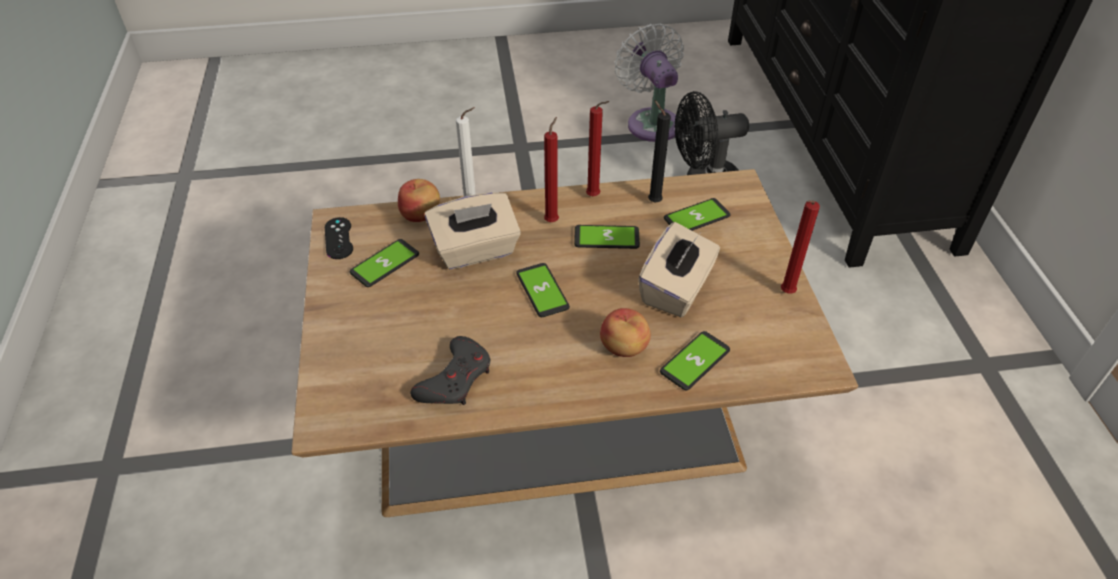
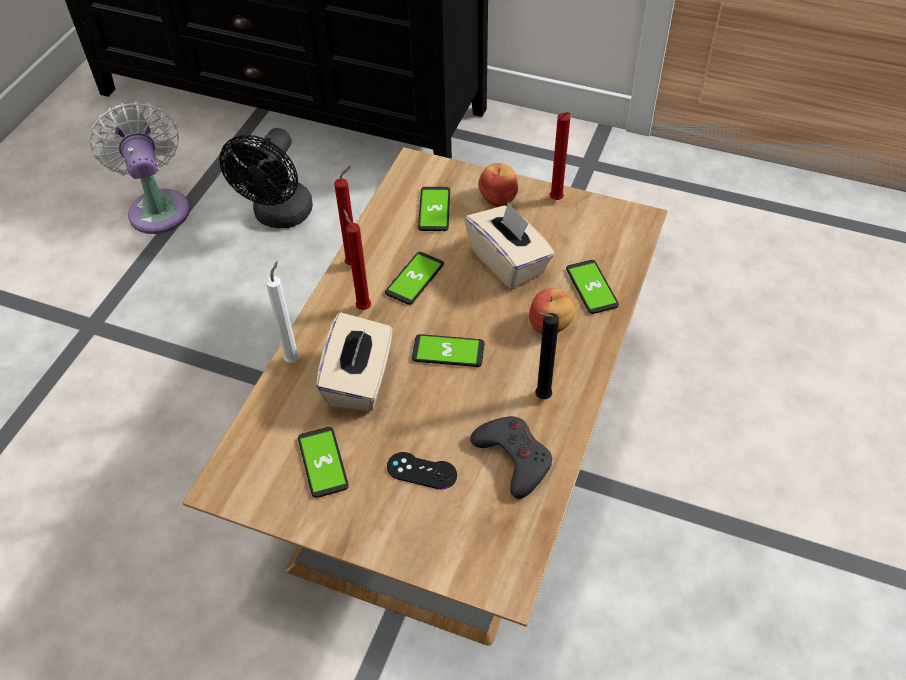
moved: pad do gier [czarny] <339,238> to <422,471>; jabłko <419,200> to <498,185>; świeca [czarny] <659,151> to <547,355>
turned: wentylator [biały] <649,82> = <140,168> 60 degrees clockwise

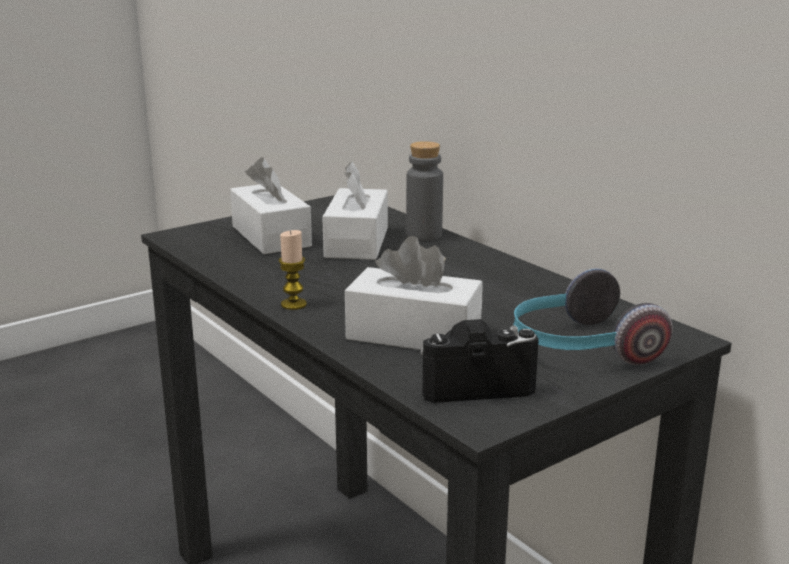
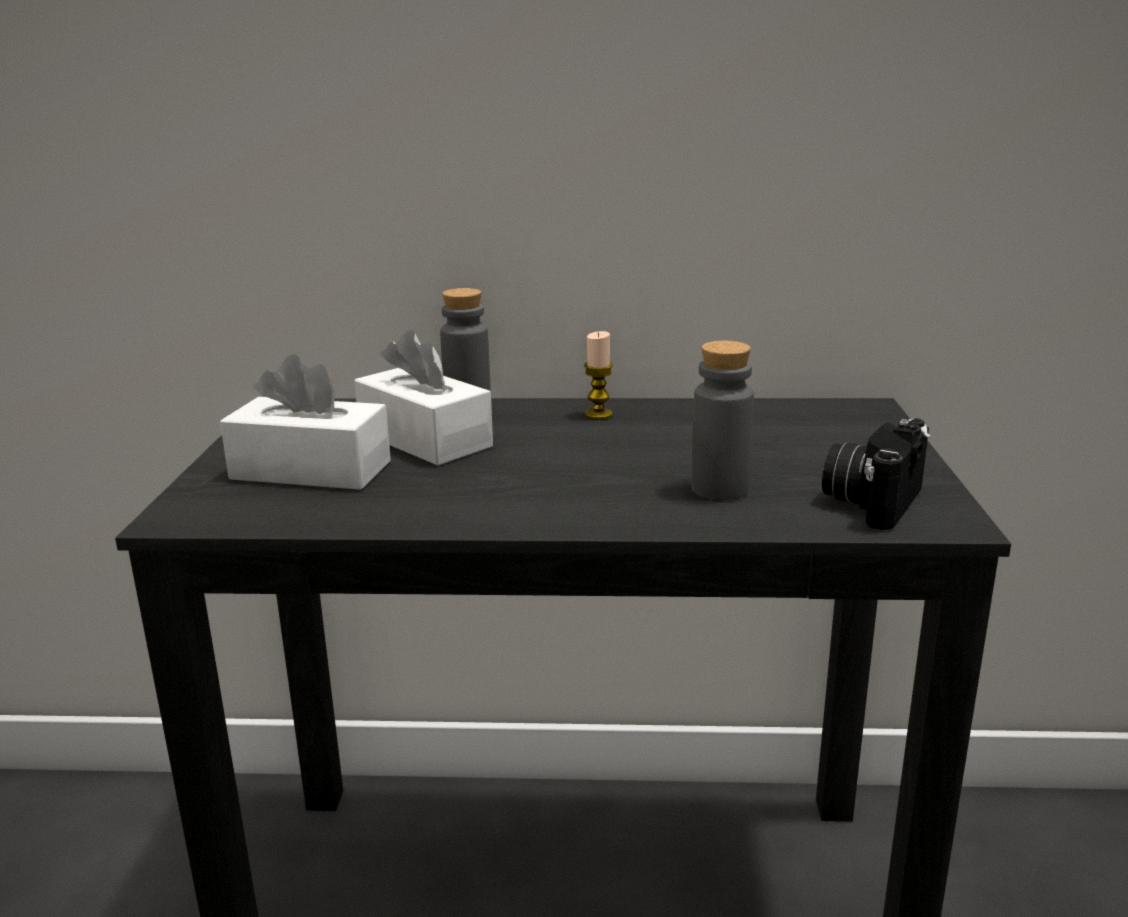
removed: słuchawki <593,317>
moved: świeca <293,270> to <598,375>
replaced: pudełko chusteczek [biały] <414,293> to butelka [szary] <722,420>

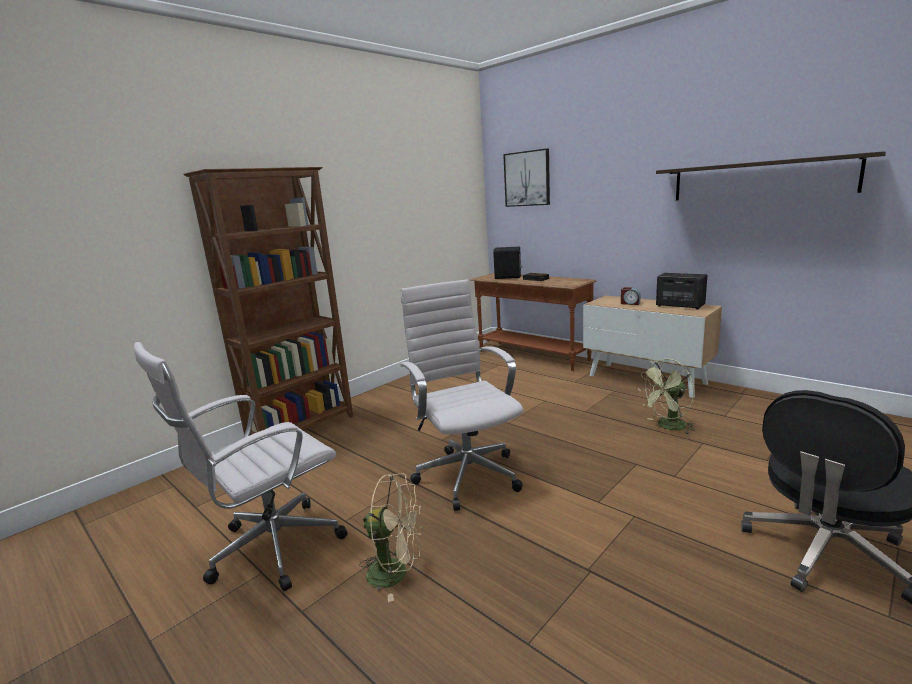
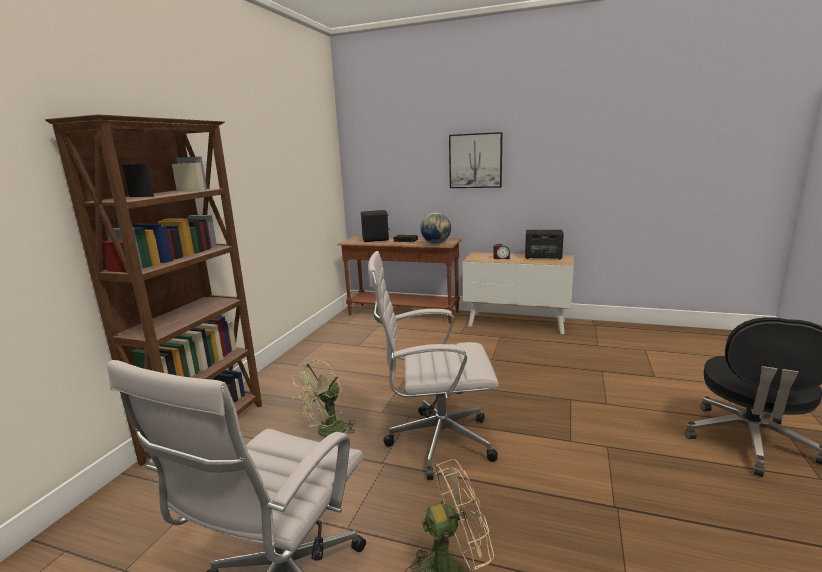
removed: półka <771,175>
added: globus <436,228>
moved: wentylator [zielony] <667,397> to <323,398>; obraz <526,177> to <475,160>
turned: krzesło biurowe [biały] <462,395> = <433,365> 45 degrees counterclockwise

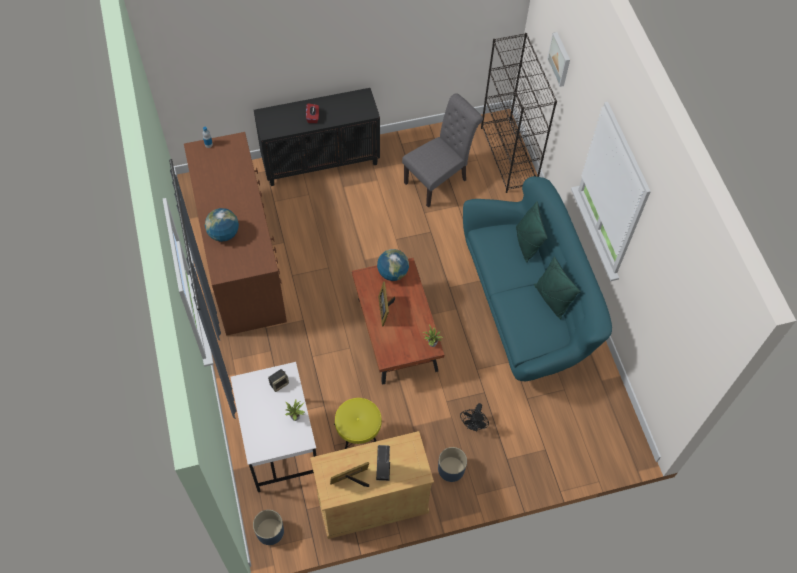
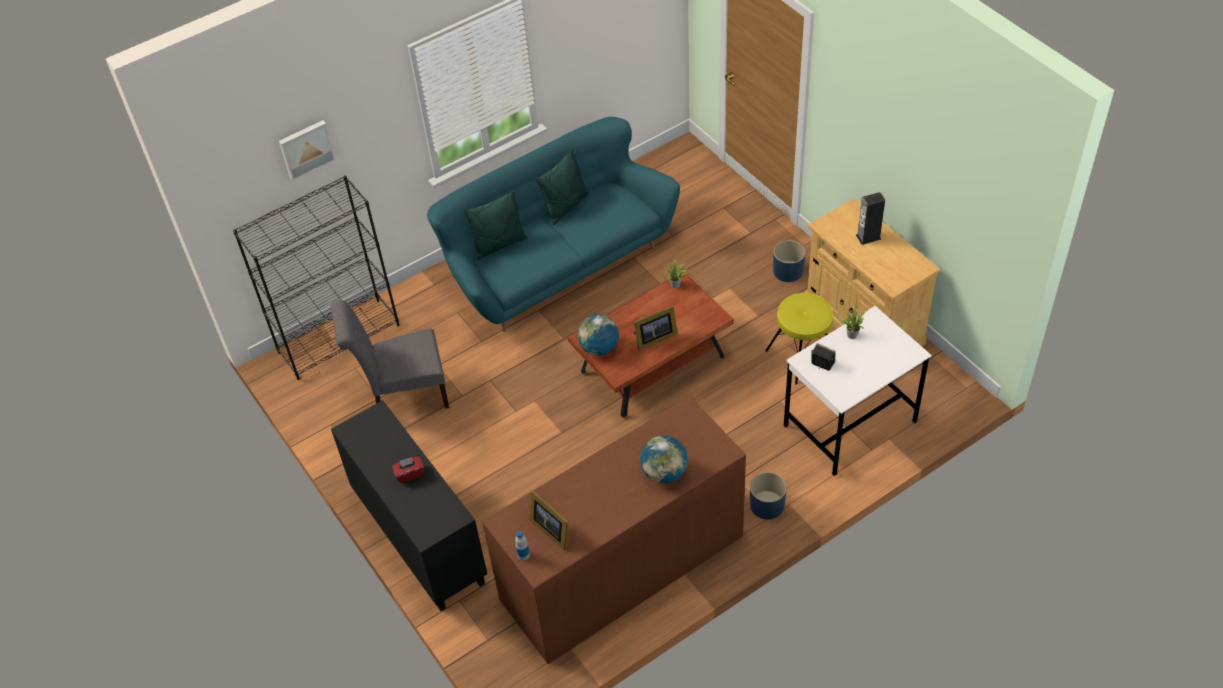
removed: wentylator [czarny] <474,417>
moved: ramka na zdjęcie <349,474> to <548,520>; donica [niebieski] <268,527> to <768,496>
turned: krzesło [szary] <442,150> = <389,354> 45 degrees counterclockwise

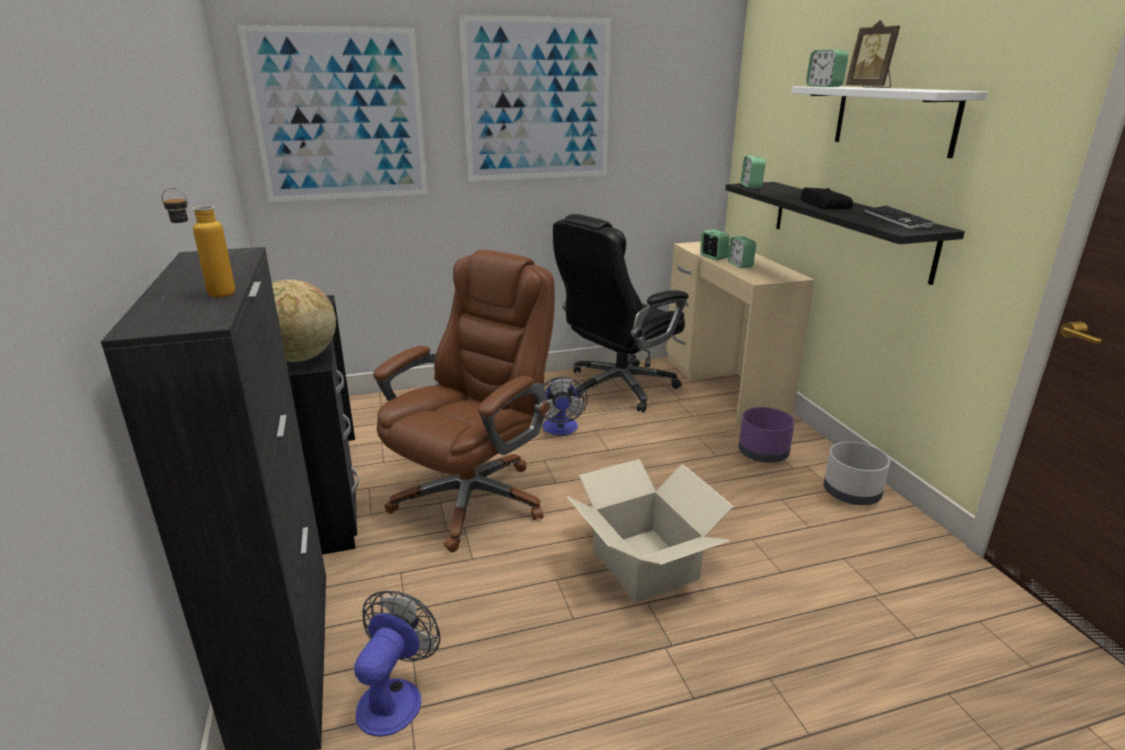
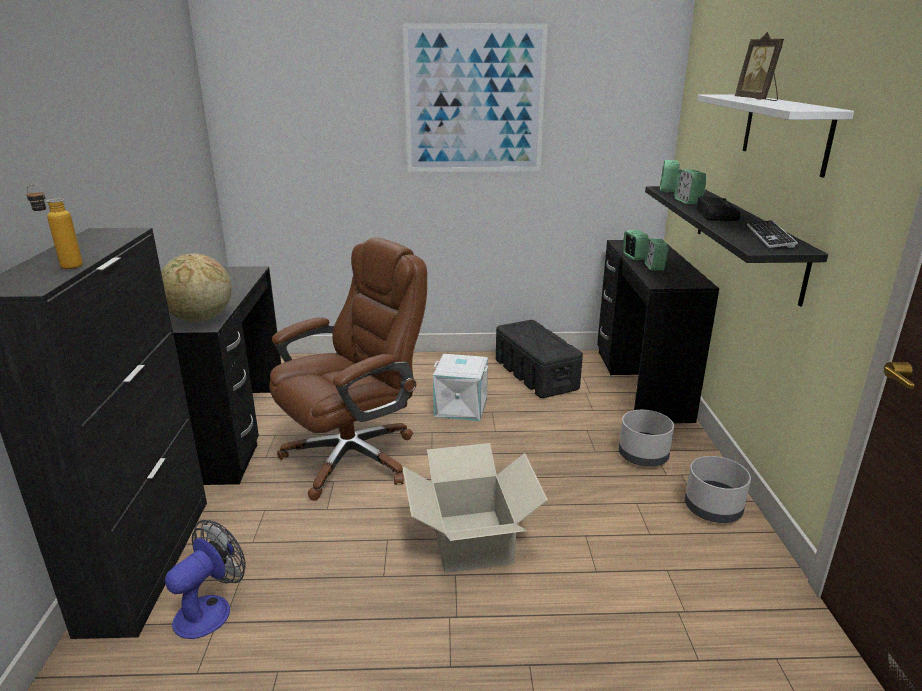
removed: obraz <333,113>
moved: budzik <827,68> to <690,186>
replaced: wentylator <565,406> to pojemnik do przechowywania [biały] <460,387>; krzesło biurowe [czarny] <621,313> to pojemnik do przechowywania [czarny] <539,359>
recoloured: biurko [beżowy] <740,333> to biurko [czarny] <658,331>; donica [fioletowy] <766,435> to donica [szary] <646,438>

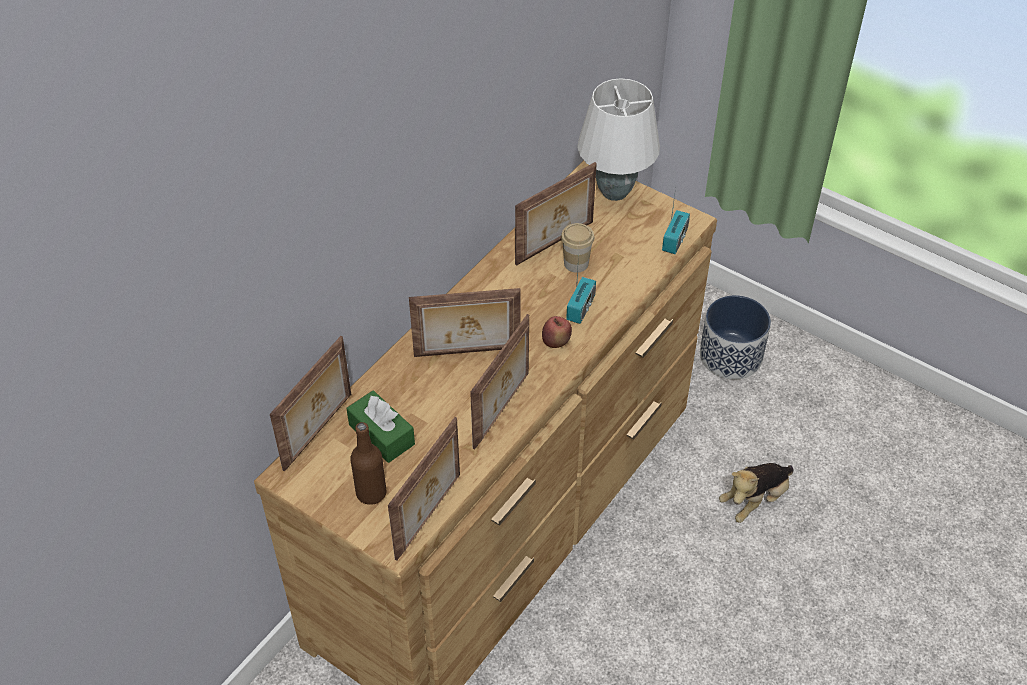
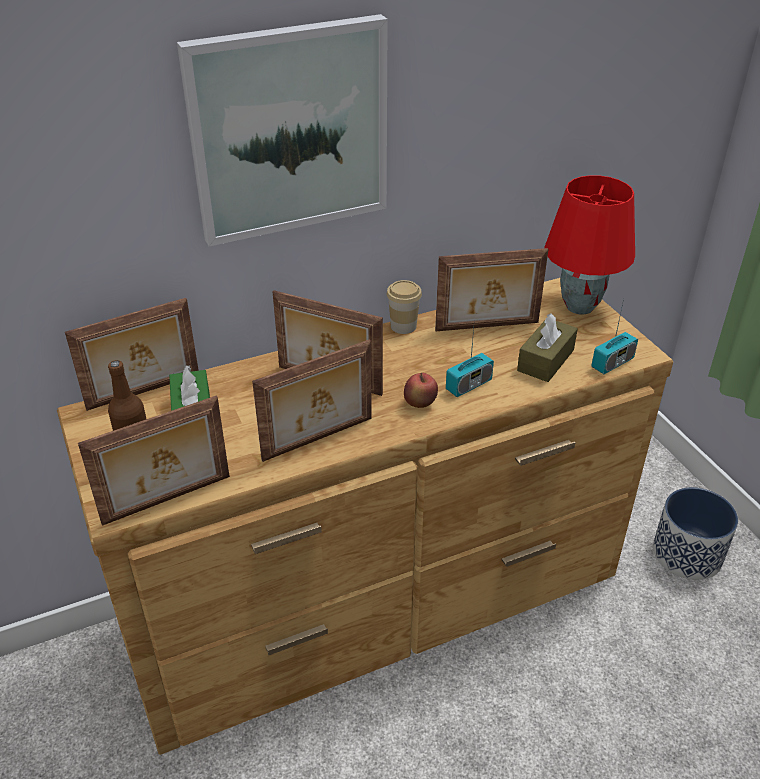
removed: pluszak <756,493>
added: obraz <282,130>; pudełko chusteczek [brązowy] <547,347>
moved: filiżanka <577,248> to <404,307>
recoloured: lampa stołowa [biały] <618,139> to lampa stołowa [czerwony] <589,245>

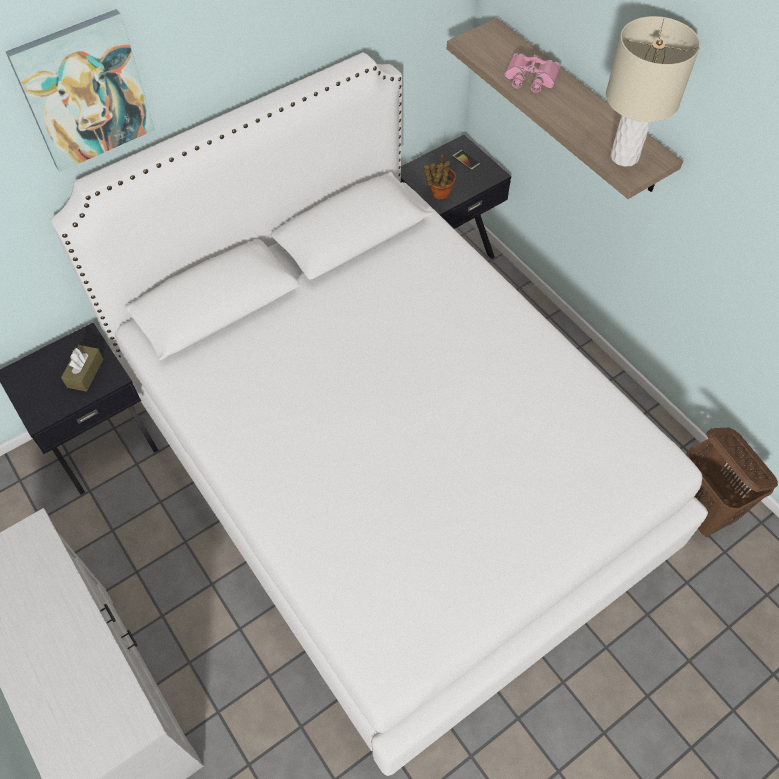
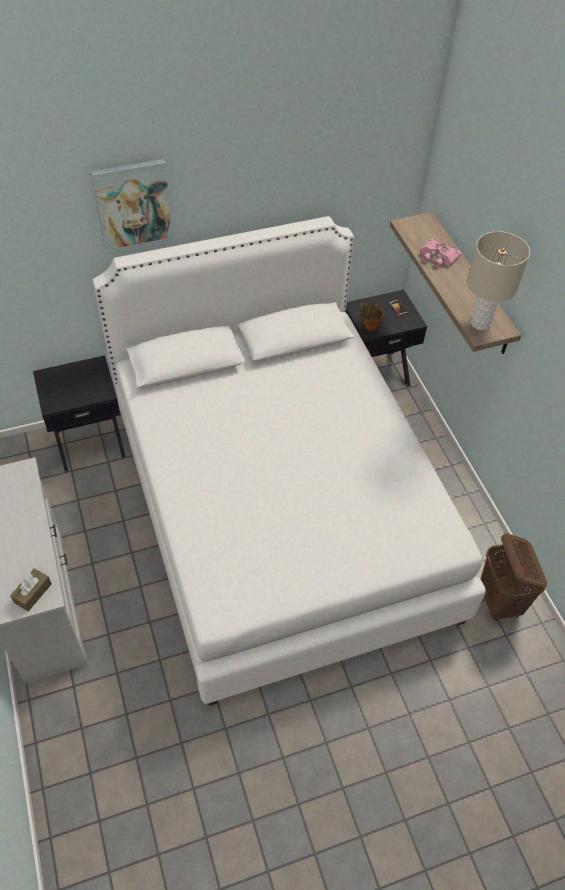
moved: pudełko chusteczek [brązowy] <82,368> to <31,589>

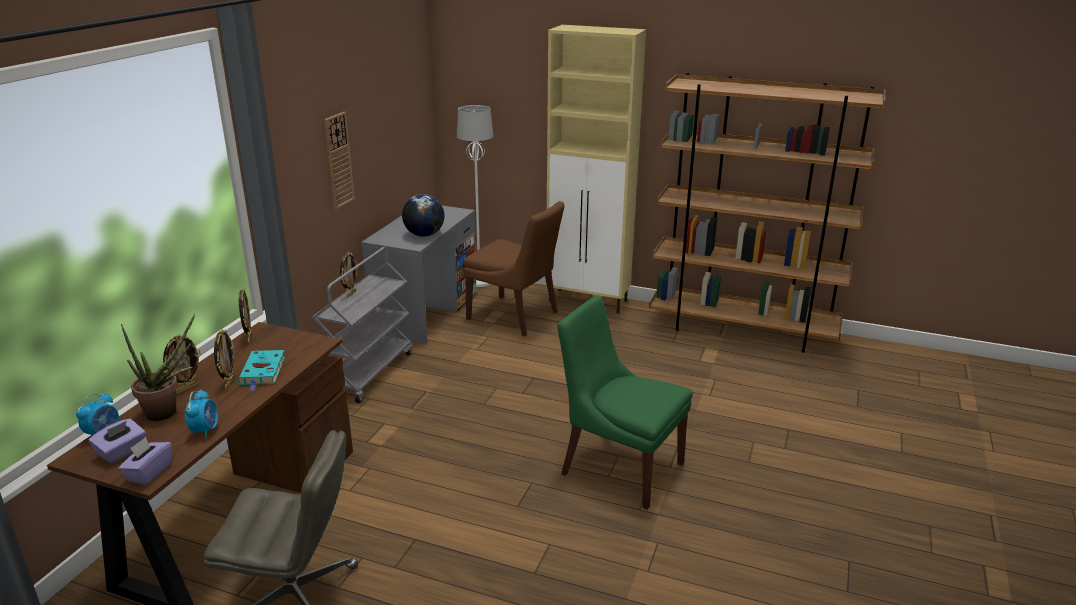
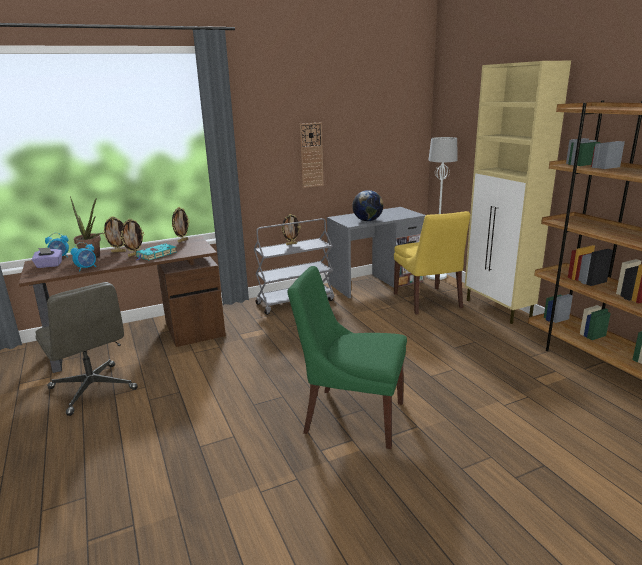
removed: pudełko chusteczek [fioletowy] <145,461>
recoloured: krzesło [brązowy] <513,268> to krzesło [żółty] <432,262>
turned: krzesło [zielony] <625,403> = <347,357> 60 degrees counterclockwise

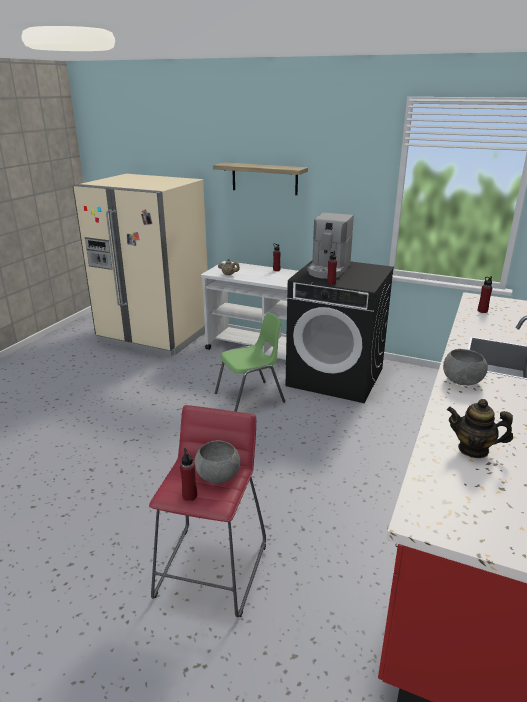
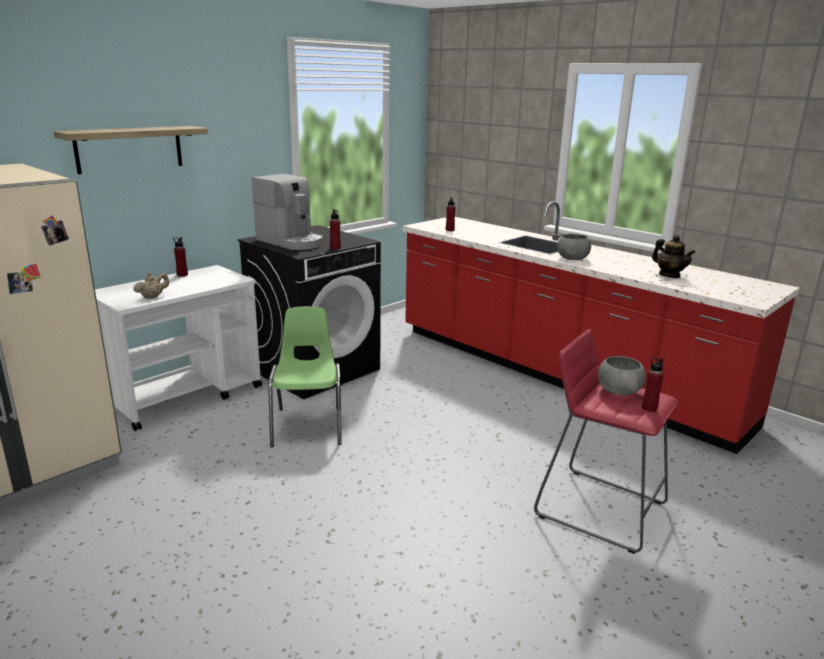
turned: imbryk <480,428> = <673,256> 75 degrees counterclockwise

